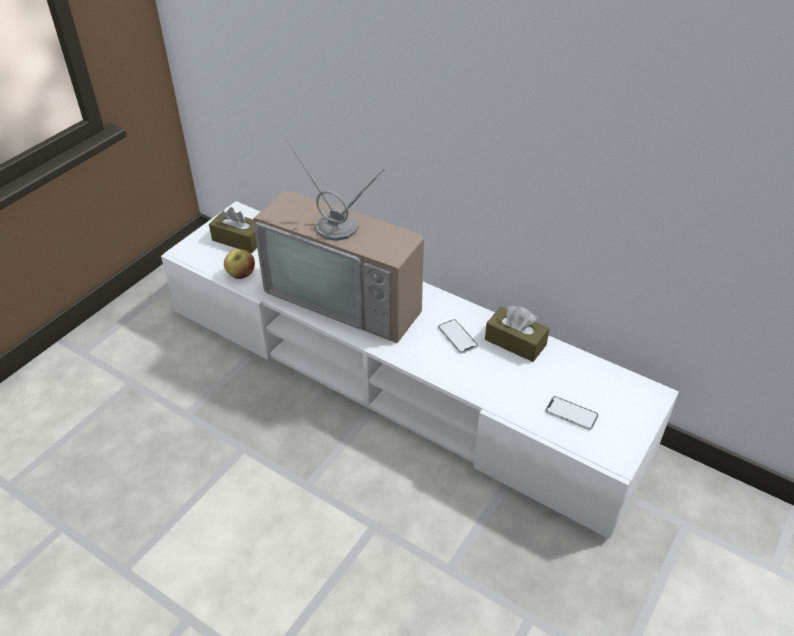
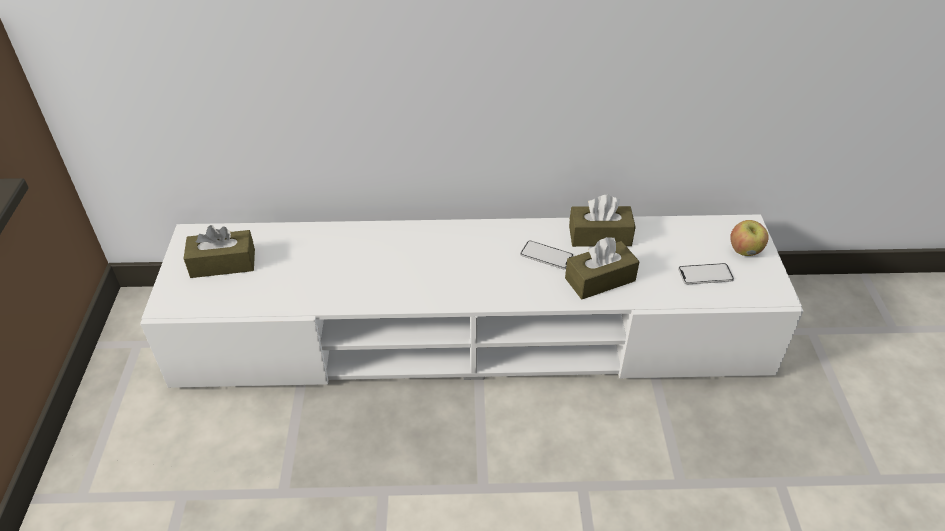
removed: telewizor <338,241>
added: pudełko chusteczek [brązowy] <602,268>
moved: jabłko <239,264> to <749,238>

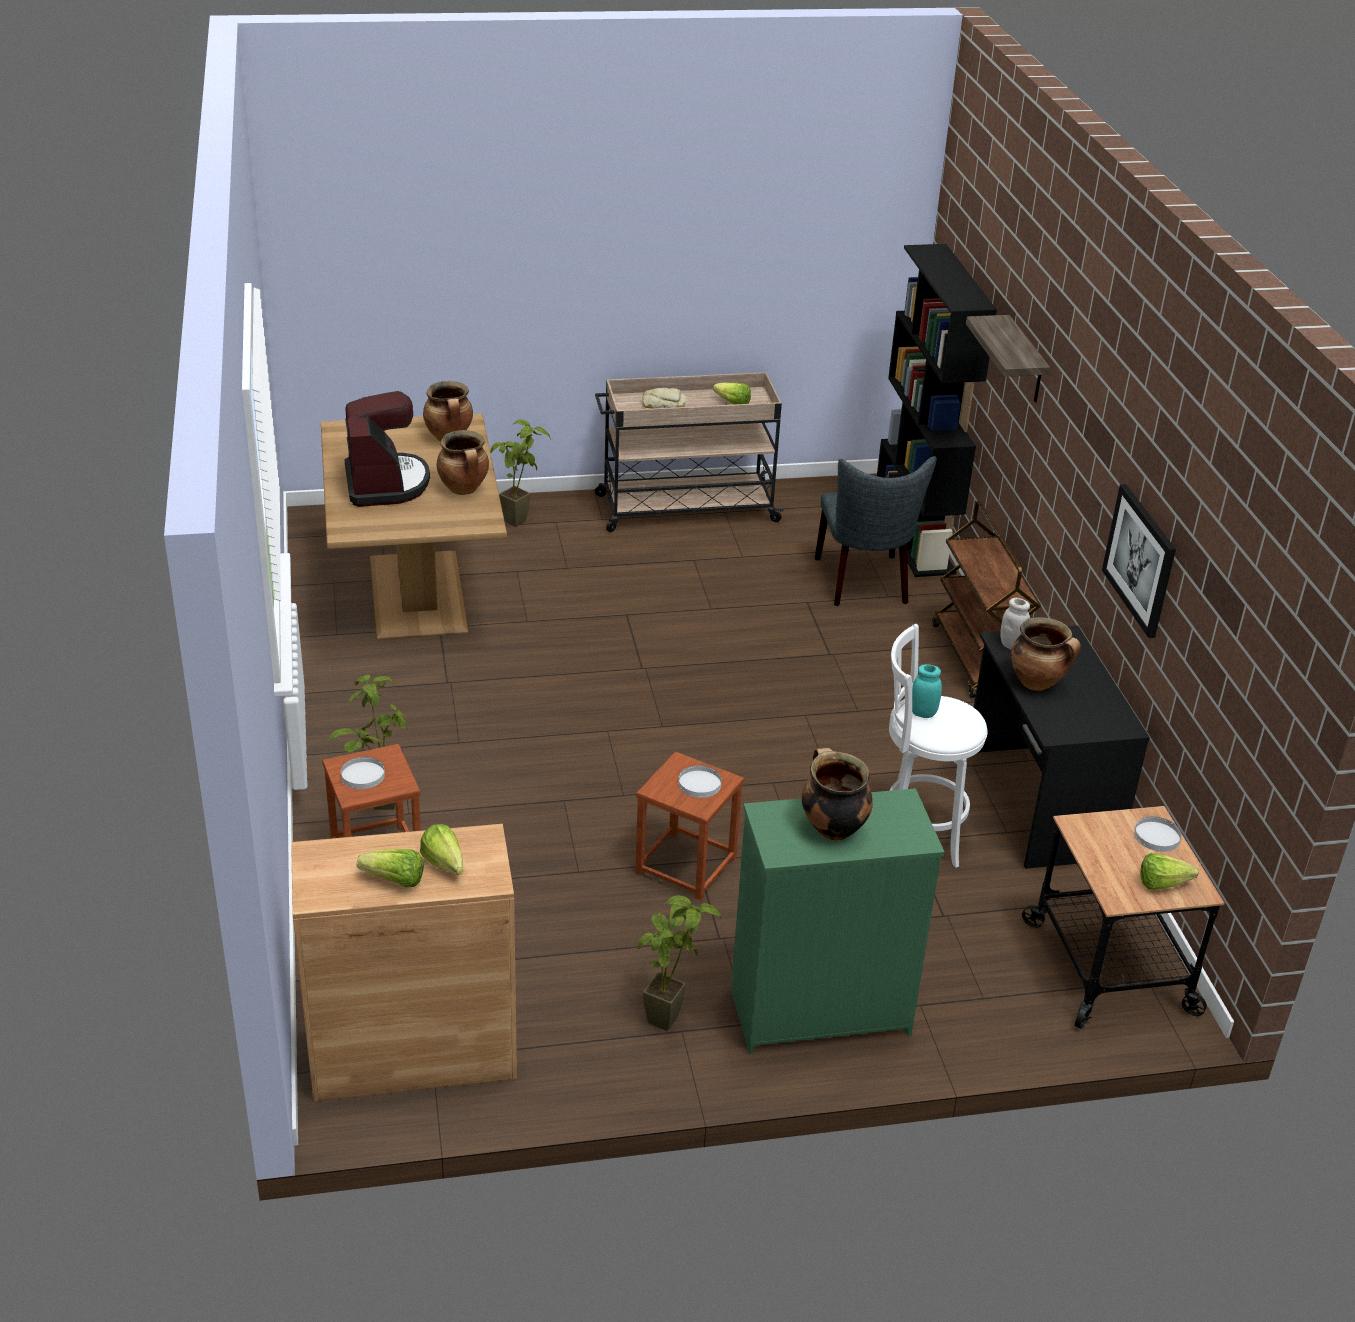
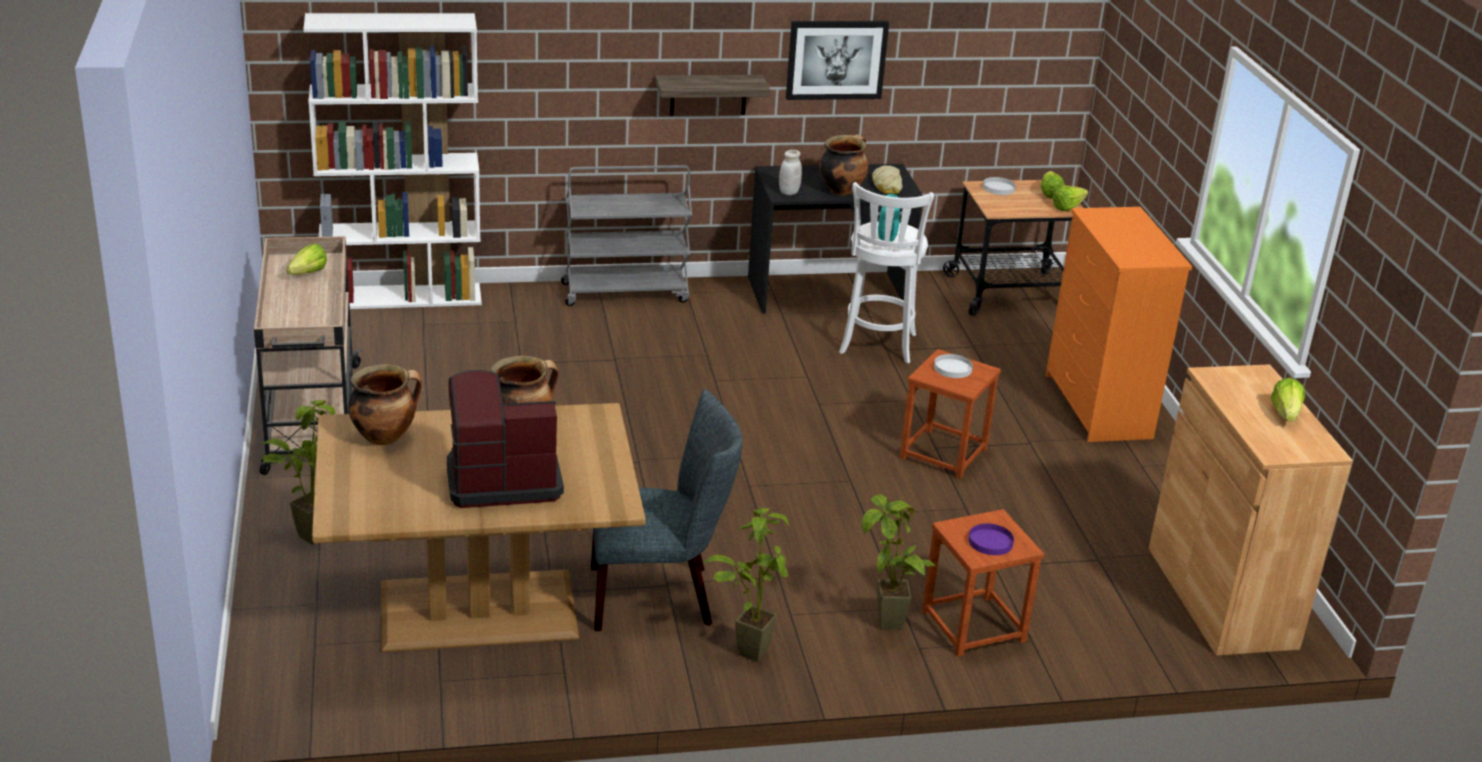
removed: garnek <837,794>
moved: krzesło [szary] <876,531> to <667,510>; półka <1008,358> to <712,95>; roślina doniczkowa <680,963> to <746,585>; chleb <664,398> to <887,179>; sałata <441,849> to <1070,198>
recoloured: regał [czarny] <937,410> to regał [biały] <392,161>; wózek [brązowy] <986,599> to wózek [szary] <626,235>; talerz [biały] <363,773> to talerz [fioletowy] <991,539>; komoda [zielony] <837,921> to komoda [pomarańczowy] <1119,324>

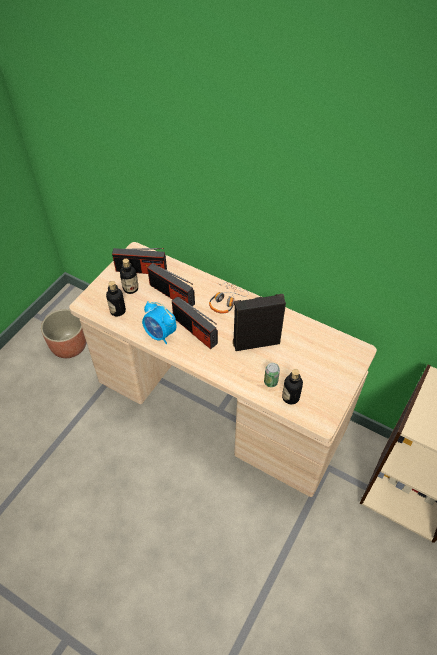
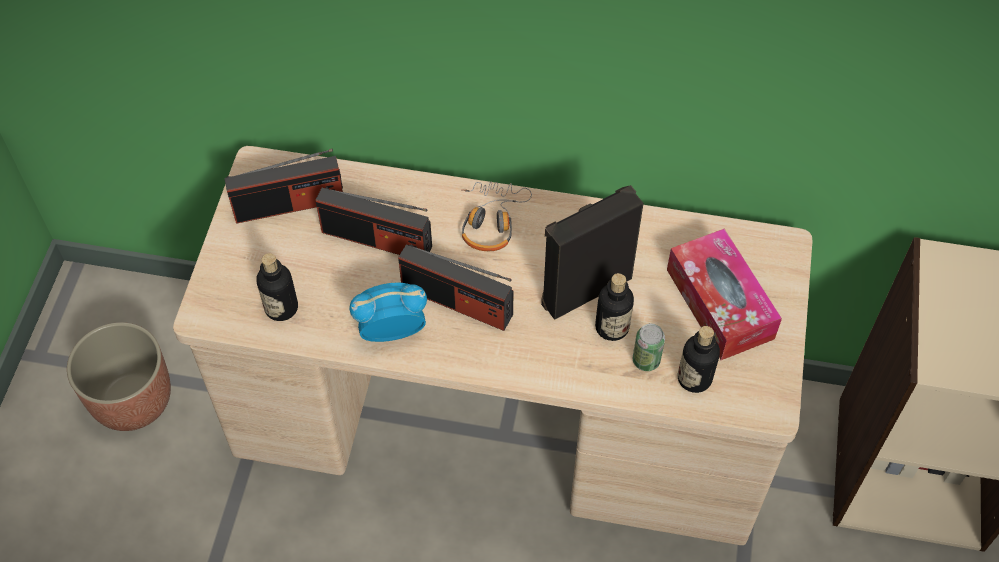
added: pudełko chusteczek <724,294>
moved: butelka <129,276> to <614,307>
turned: budzik <159,322> = <388,312> 150 degrees clockwise

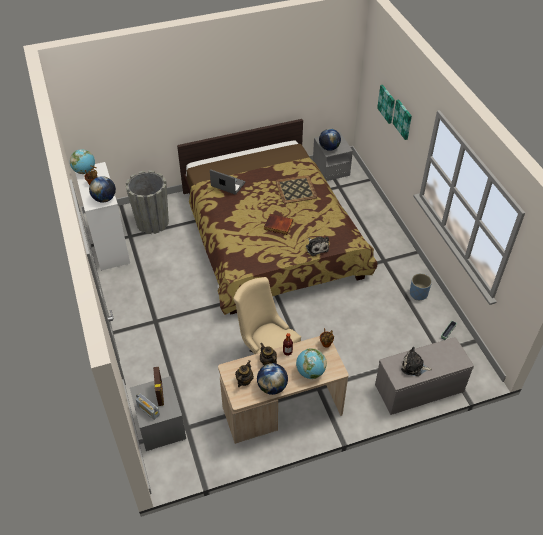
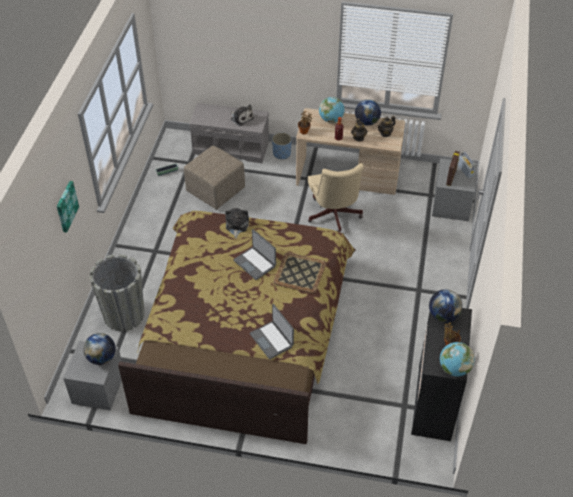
removed: obraz <386,104>
added: pufa [beżowy] <214,178>
moved: donica [szary] <147,202> to <117,293>; donica [niebieski] <421,286> to <282,146>; taca <296,189> to <299,273>
replaced: książka <278,224> to laptop <254,254>
recoloured: komoda [biały] <102,216> to komoda [czarny] <441,374>

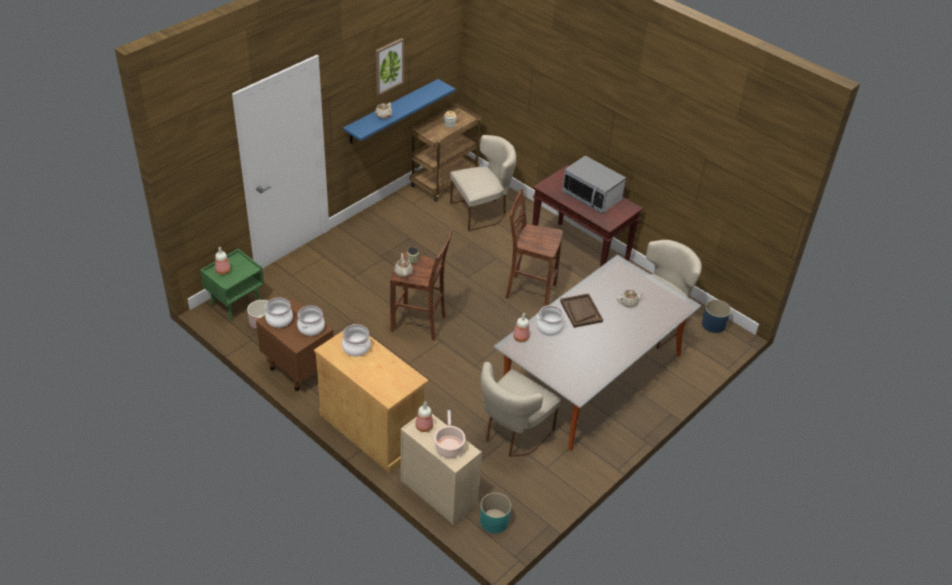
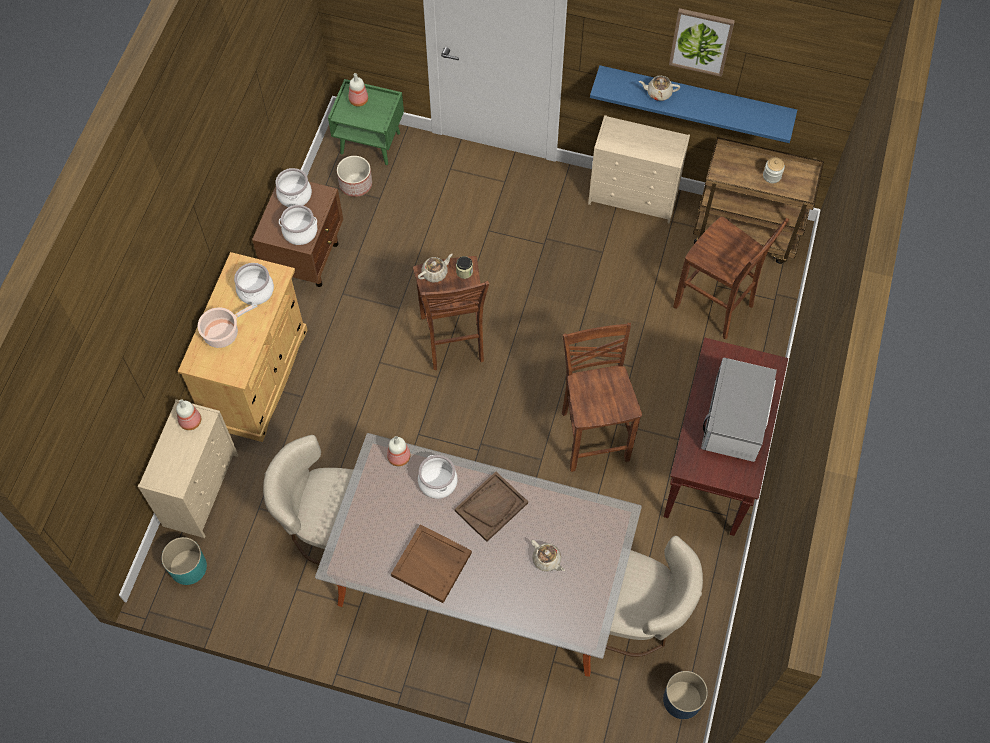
added: taca [brązowy] <431,563>; komoda [beżowy] <639,169>
moved: garnek <449,434> to <228,325>
replaced: krzesło [beżowy] <483,183> to stołek [brązowy] <731,277>

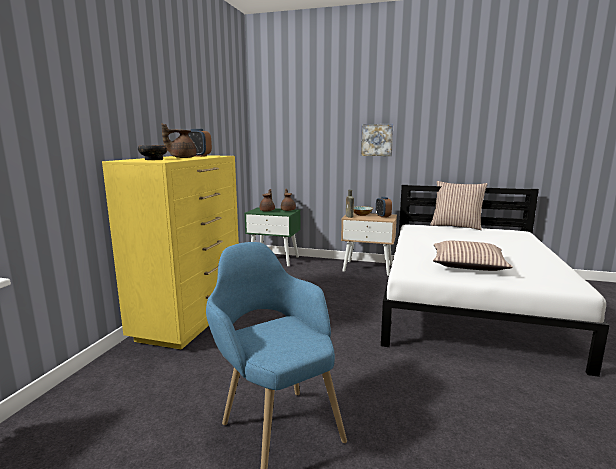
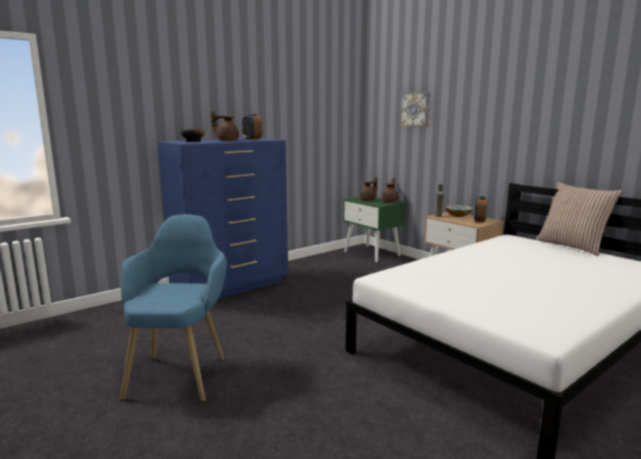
removed: poduszka <473,256>
moved: obraz <377,140> to <415,109>
recoloured: komoda [żółty] <170,252> to komoda [niebieski] <223,218>

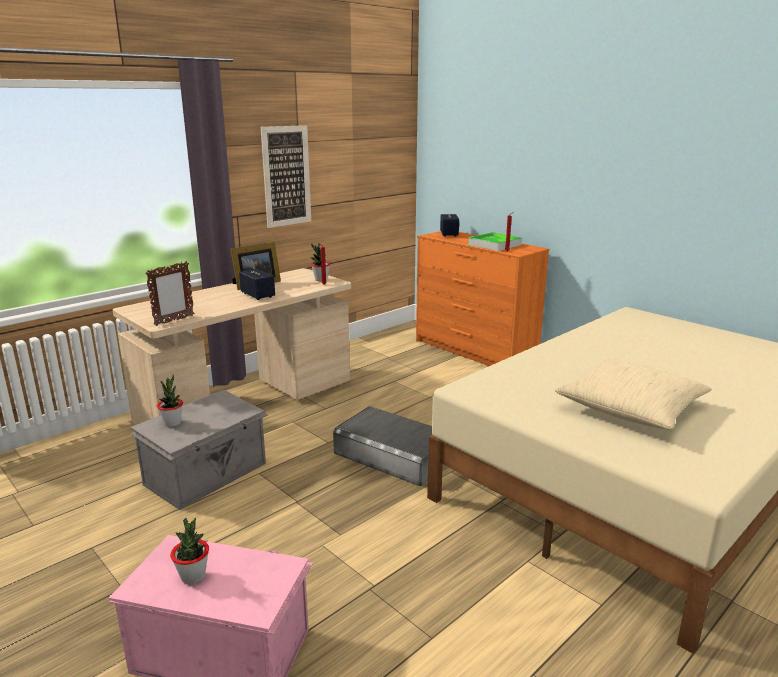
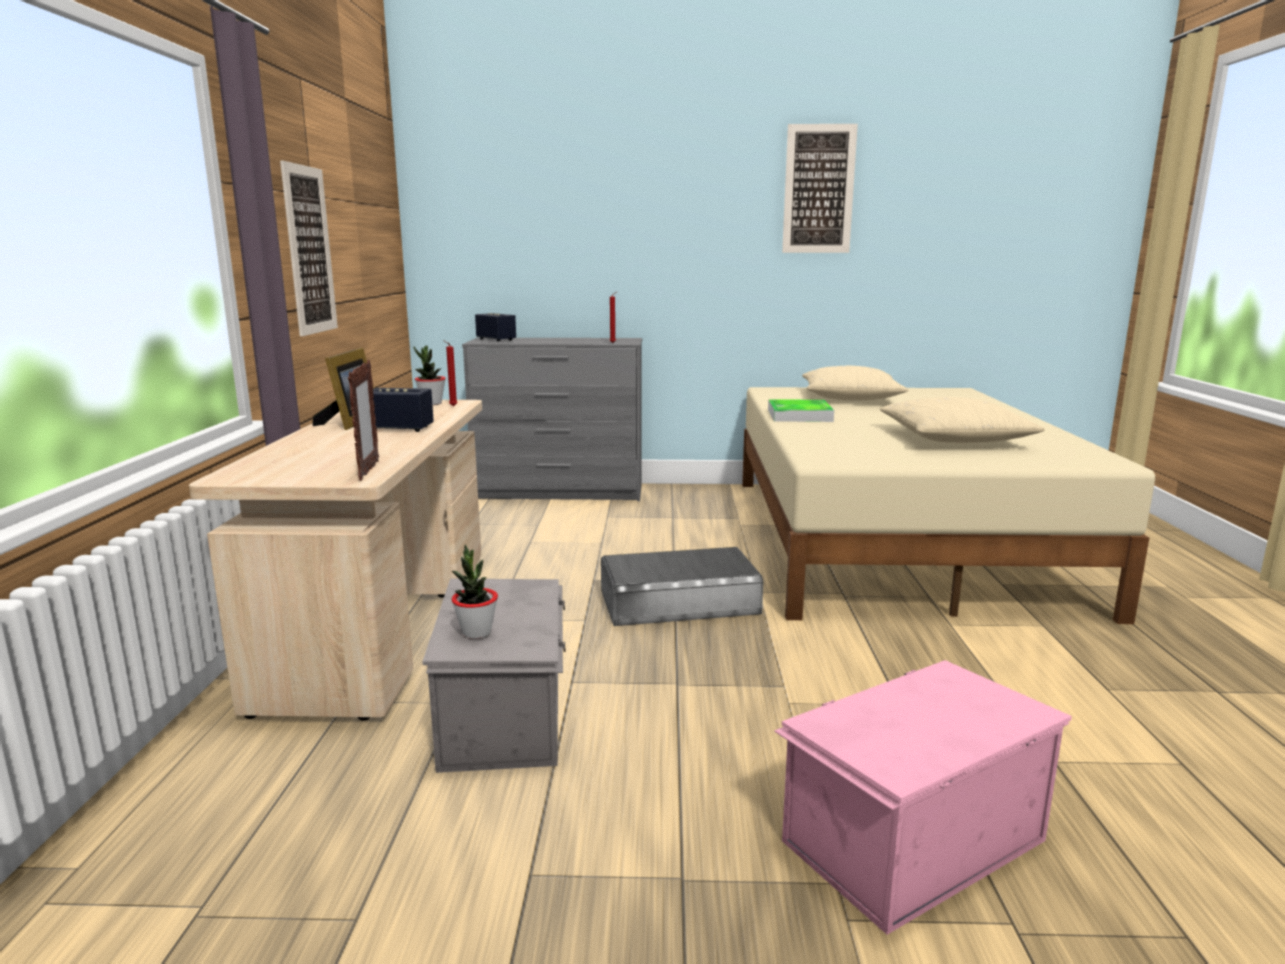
removed: roślina doniczkowa <189,551>
added: obraz <820,188>; poduszka [beżowy] <855,383>
moved: taca <495,241> to <801,410>
recoloured: komoda [pomarańczowy] <482,298> to komoda [szary] <552,419>

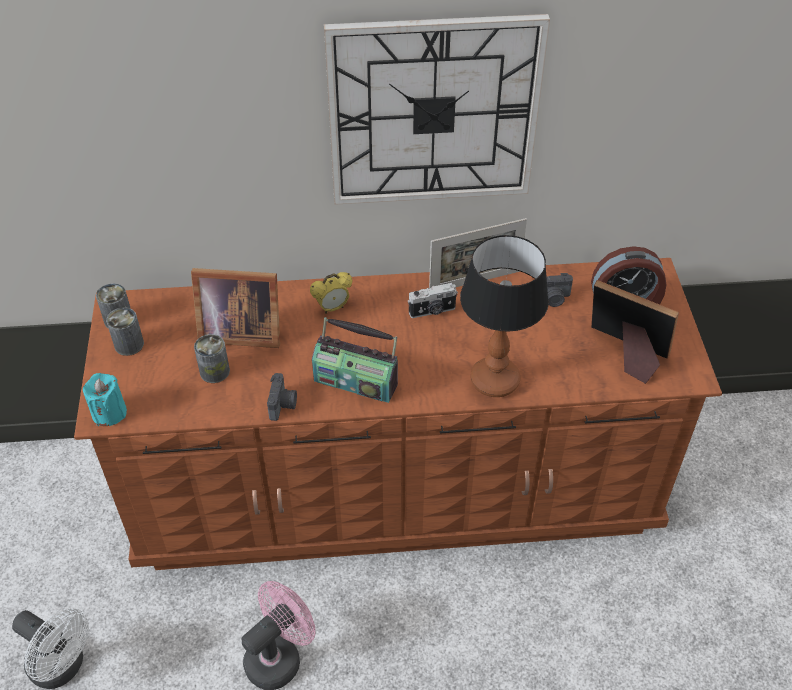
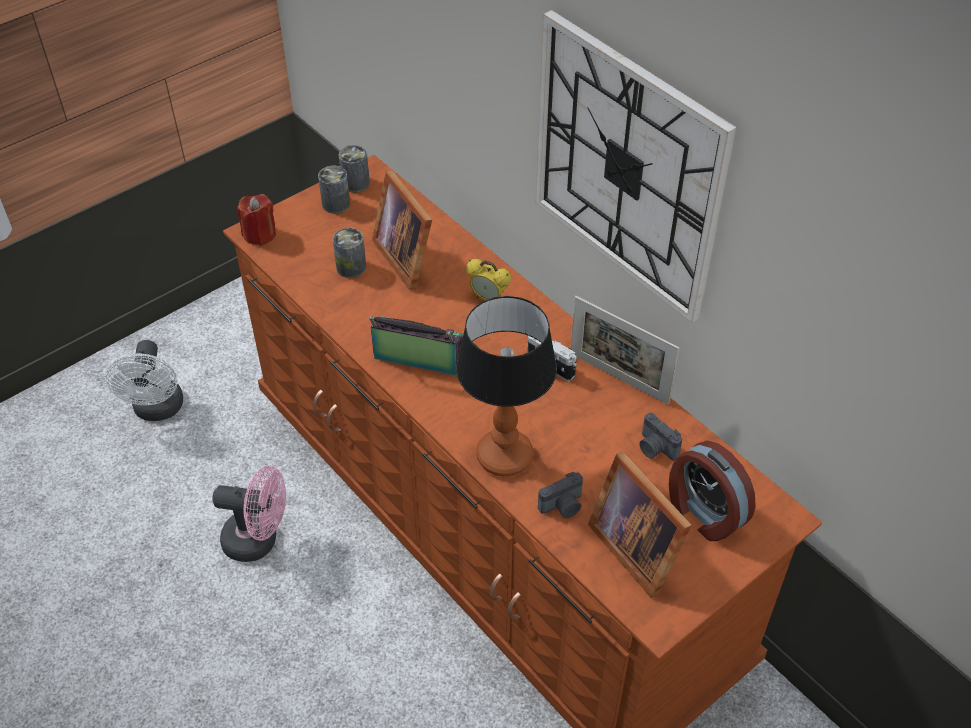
moved: aparat fotograficzny <282,397> to <560,495>
recoloured: świeca [turkusowy] <105,399> to świeca [czerwony] <256,220>
turned: radio <355,360> = <416,345> 120 degrees clockwise; ramka na zdjęcie <635,332> = <640,525> 150 degrees clockwise

